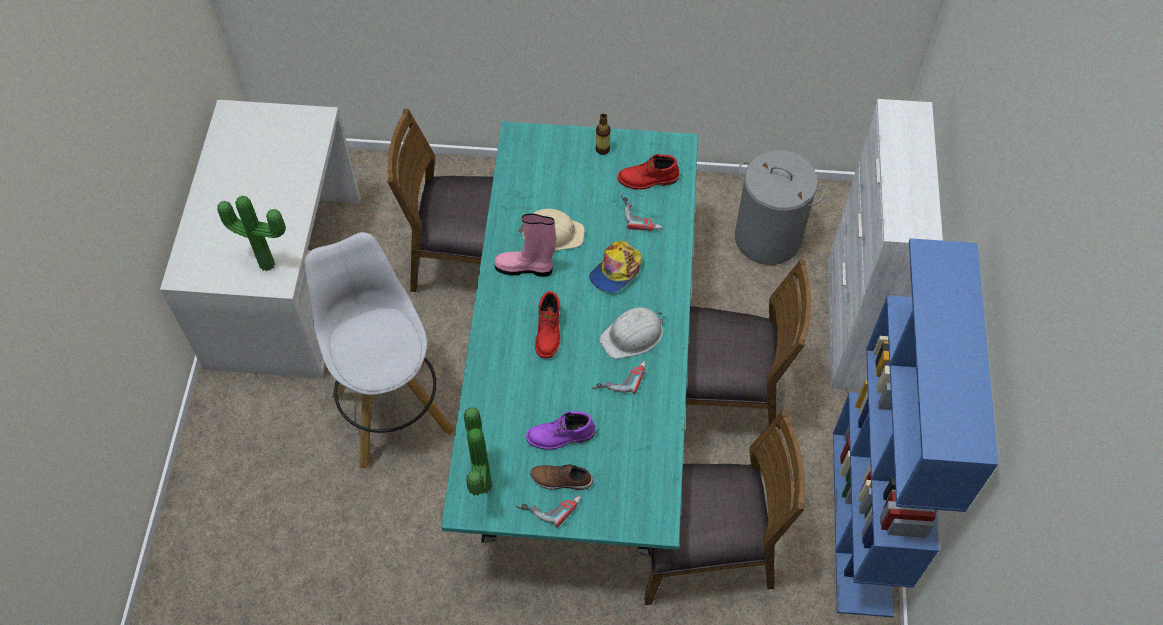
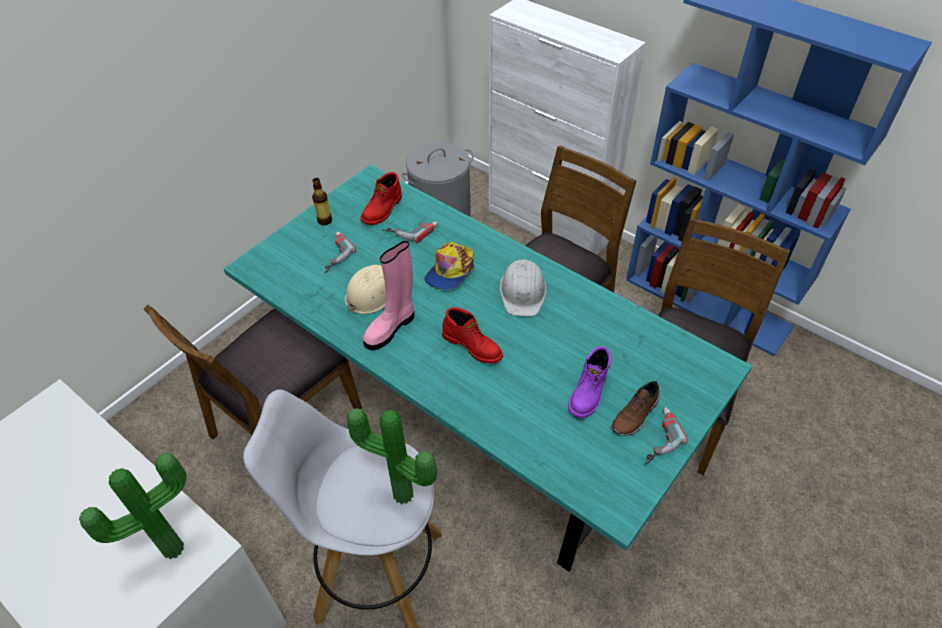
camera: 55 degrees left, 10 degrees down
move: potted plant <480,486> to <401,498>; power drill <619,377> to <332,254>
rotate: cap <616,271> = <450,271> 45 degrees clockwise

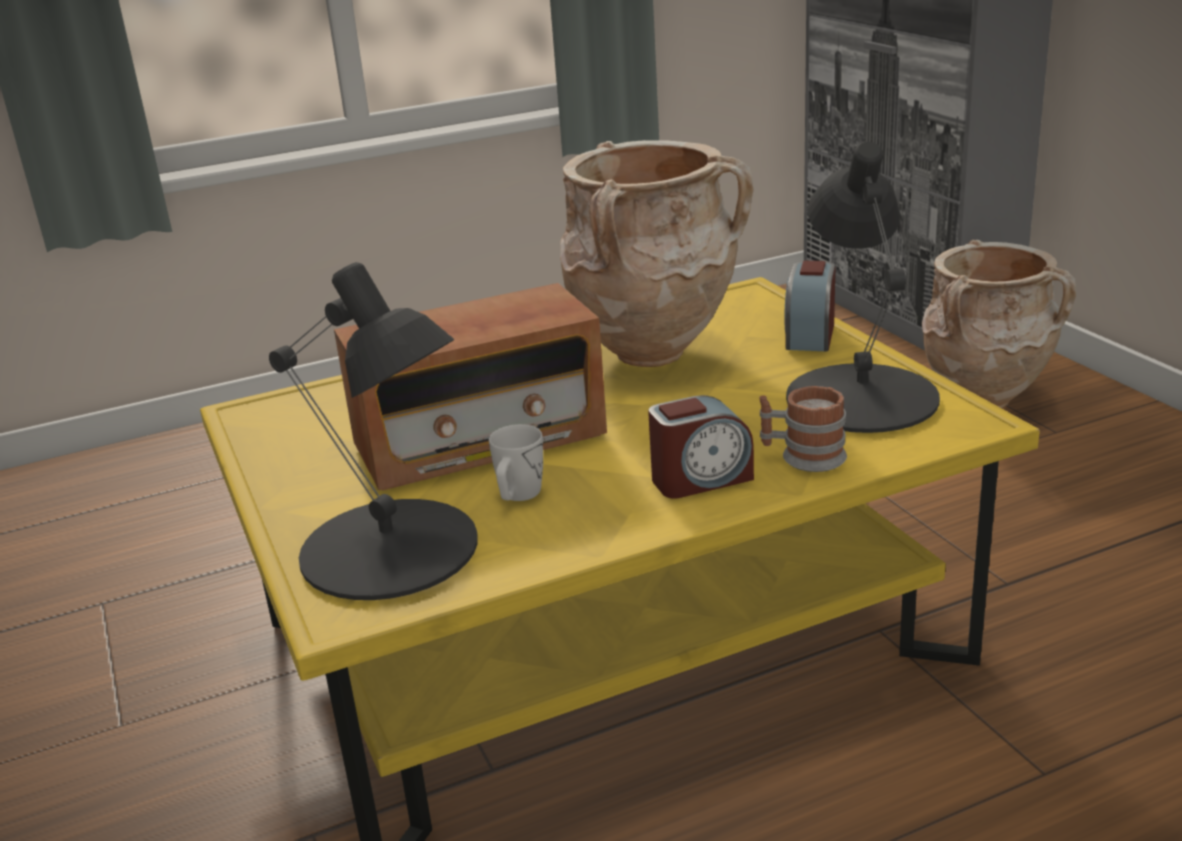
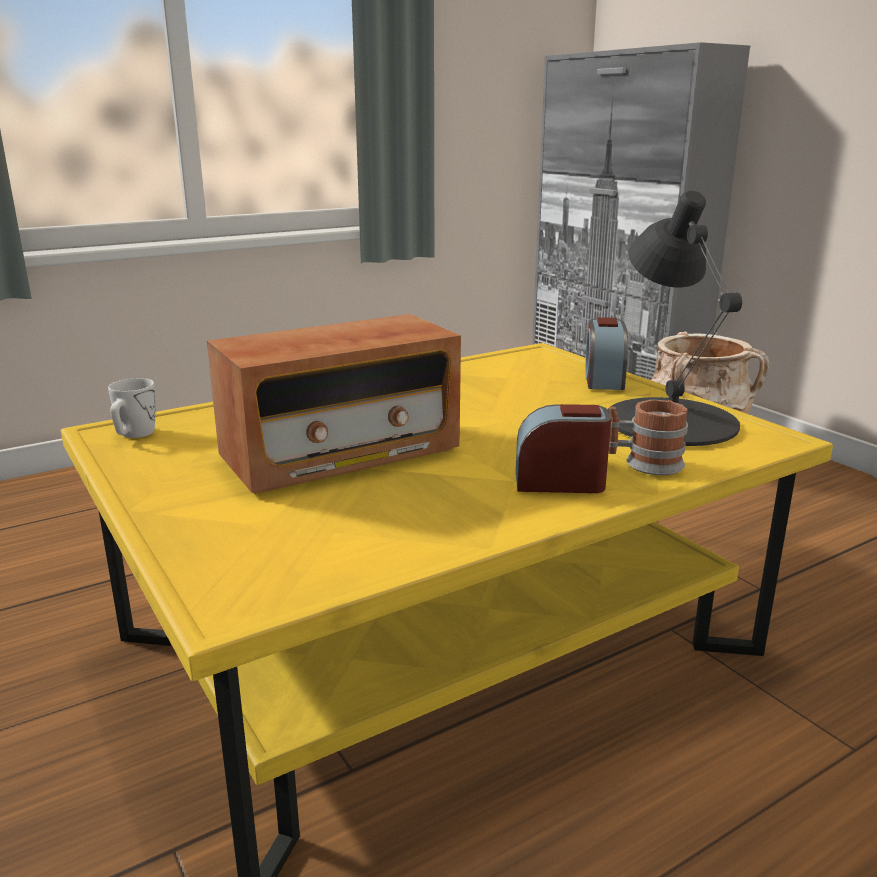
camera: 10 degrees left, 5 degrees down
delete: black table lamp <390,550>; beige vase <655,356>
move: white mug <518,496> to <134,435>
rotate: alarm clock <701,479> = <559,482> 150 degrees counterclockwise

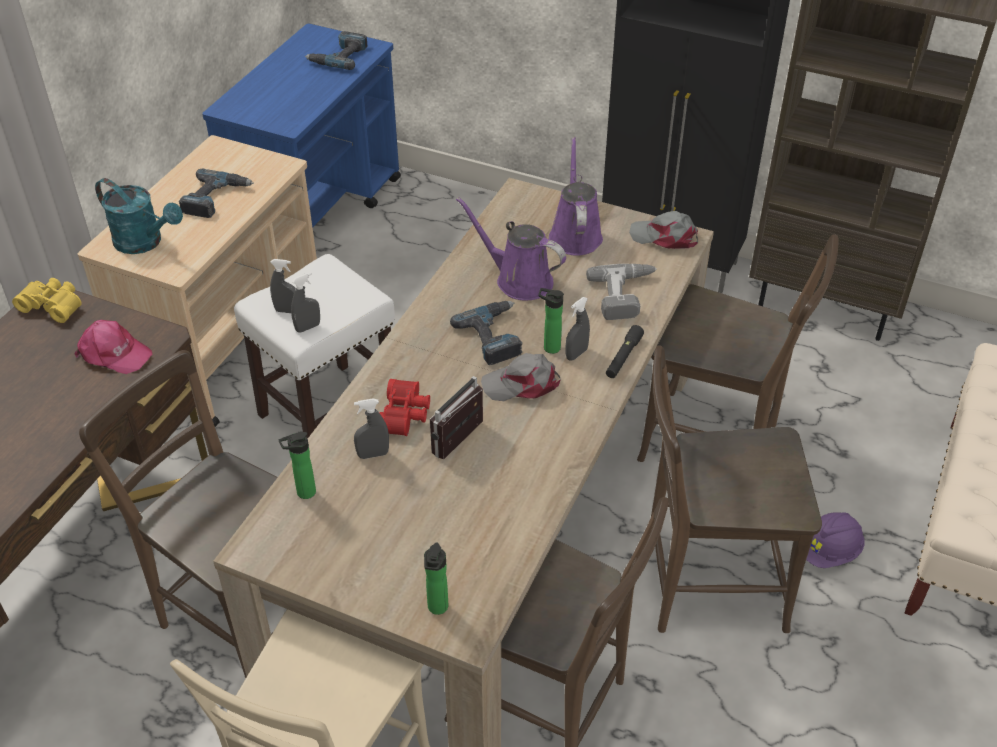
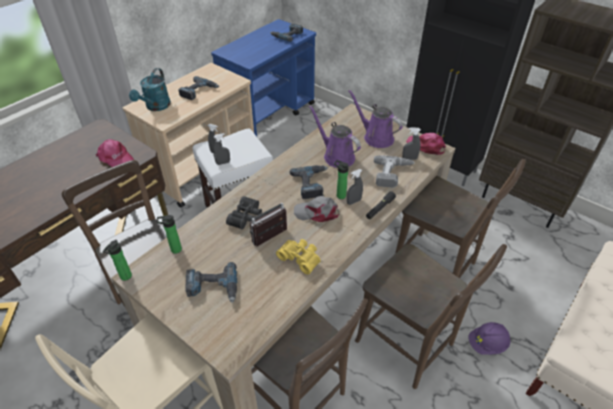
camera: 15 degrees right, 0 degrees up
insert: power drill <212,288>
move: yellow binoculars <53,305> to <300,258>; grey spray bottle <373,454> to <409,158>; bottle <437,609> to <124,277>
recolor: red binoculars <406,415> to black binoculars <247,217>; grey cap <664,237> to pink cap <426,146>
rotate: turquoise watering can <145,242> = <156,107> 60 degrees clockwise; purple watering can <575,234> = <375,137> 60 degrees counterclockwise; brown chair <705,583> = <408,346> 150 degrees counterclockwise

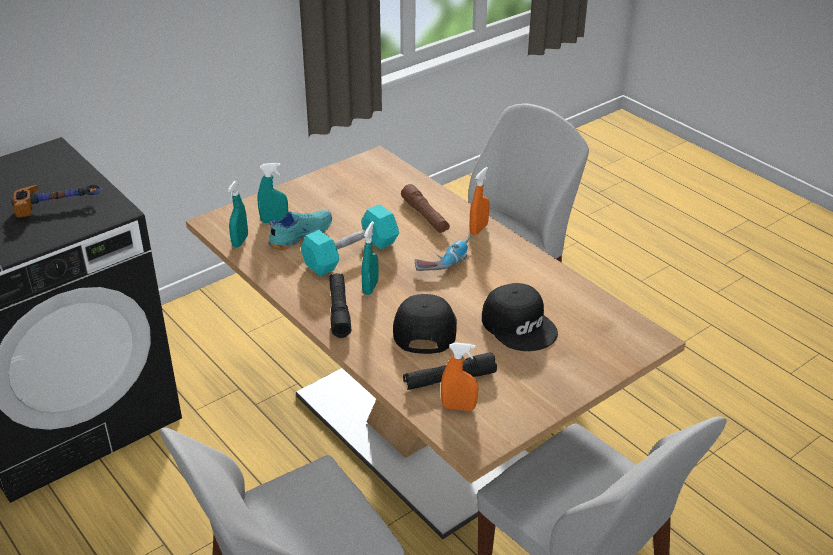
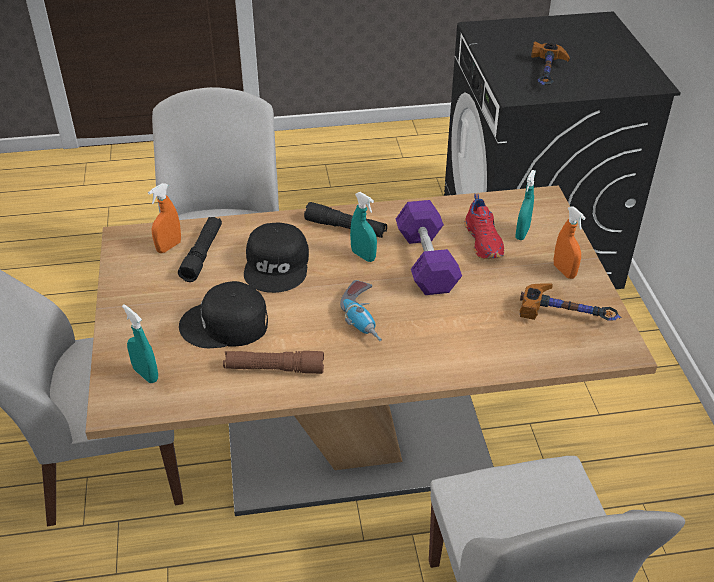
camera: 120 degrees right, 5 degrees up
insert: hammer <568,314>
move: turquoise spray bottle <240,241> to <146,374>; brown flashlight <425,216> to <274,368>; orange spray bottle <478,229> to <564,271>
recolor: turquoise shoe <300,235> to red shoe <484,241>; turquoise dumbbell <351,254> to purple dumbbell <426,262>
rotate: black cap <423,328> = <278,265> 60 degrees clockwise

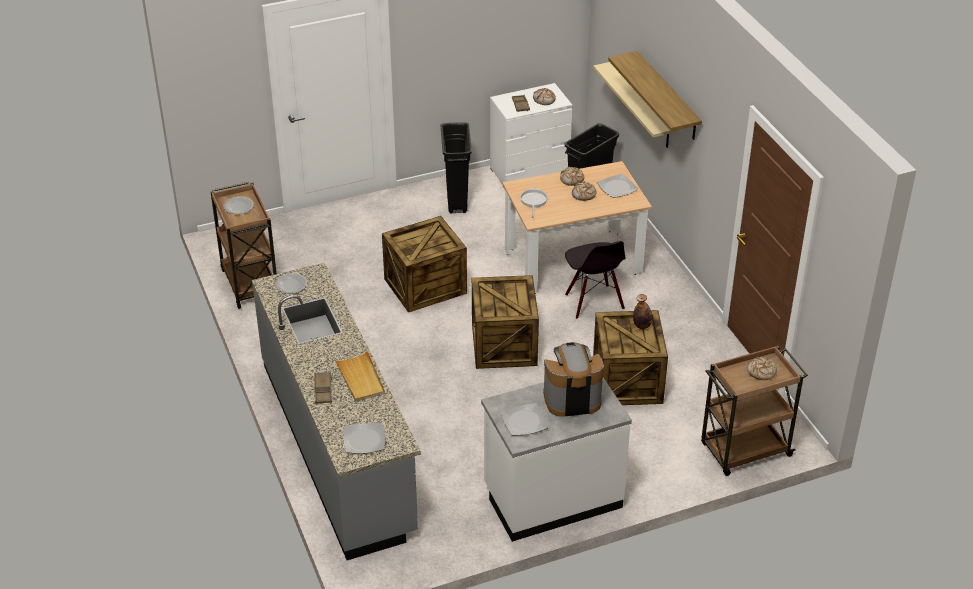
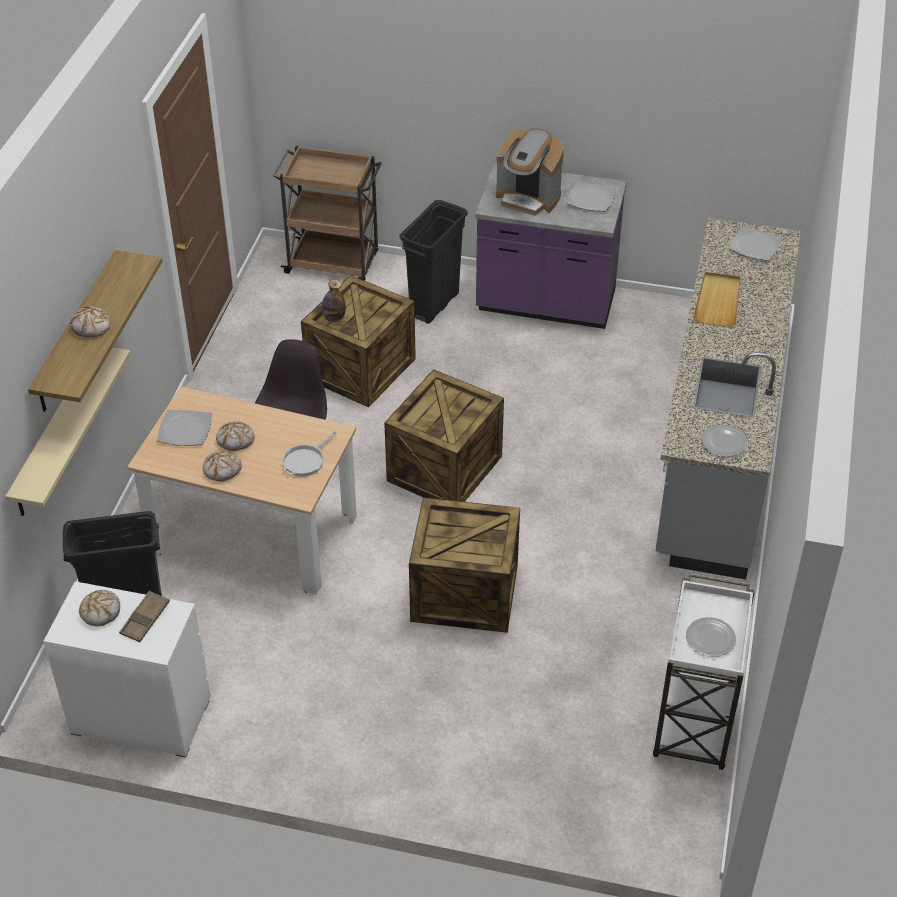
camera: 145 degrees left, 5 degrees up
delete: brown tray <323,390>
move: black trash can <456,200> to <434,305>; bread <761,372> to <91,327>
recolor: brown cart <249,283> to white cart <694,724>; white counter <552,497> to purple counter <545,304>

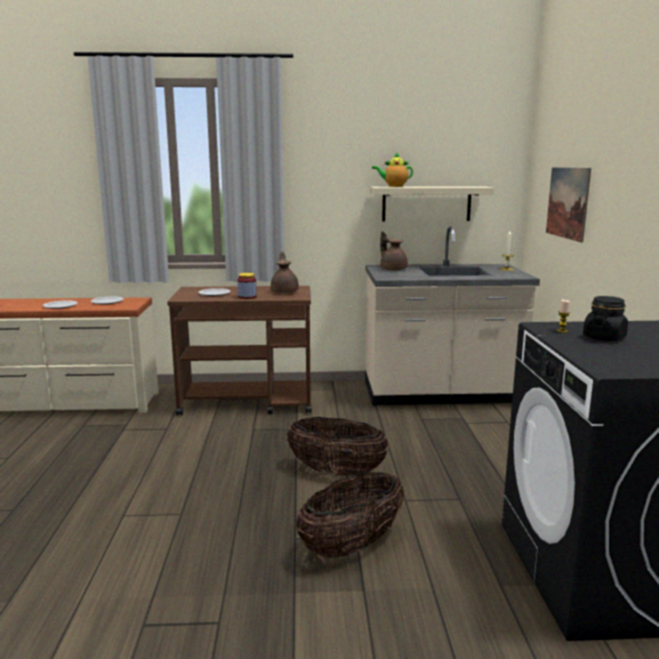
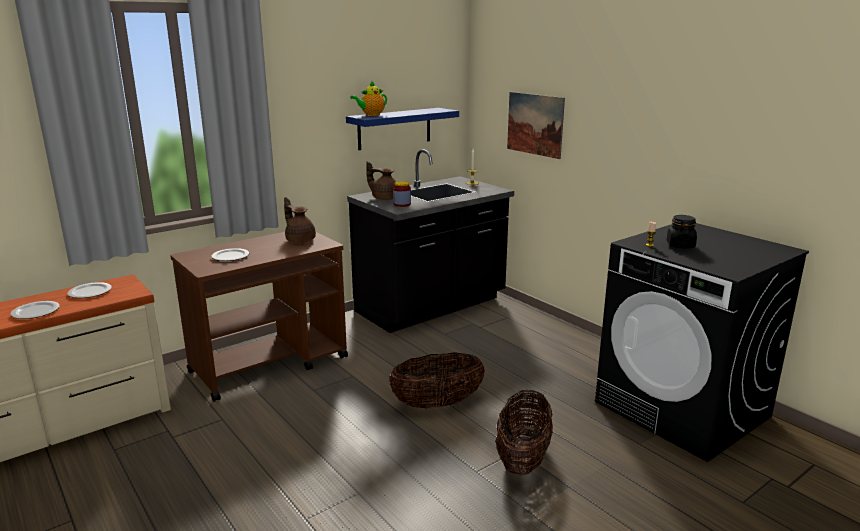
camera: 35 degrees left, 5 degrees up
move: jar <247,297> to <402,204>
recolor: beige counter <440,394> to black counter <431,306>; beige shelf <426,203> to blue shelf <394,128>

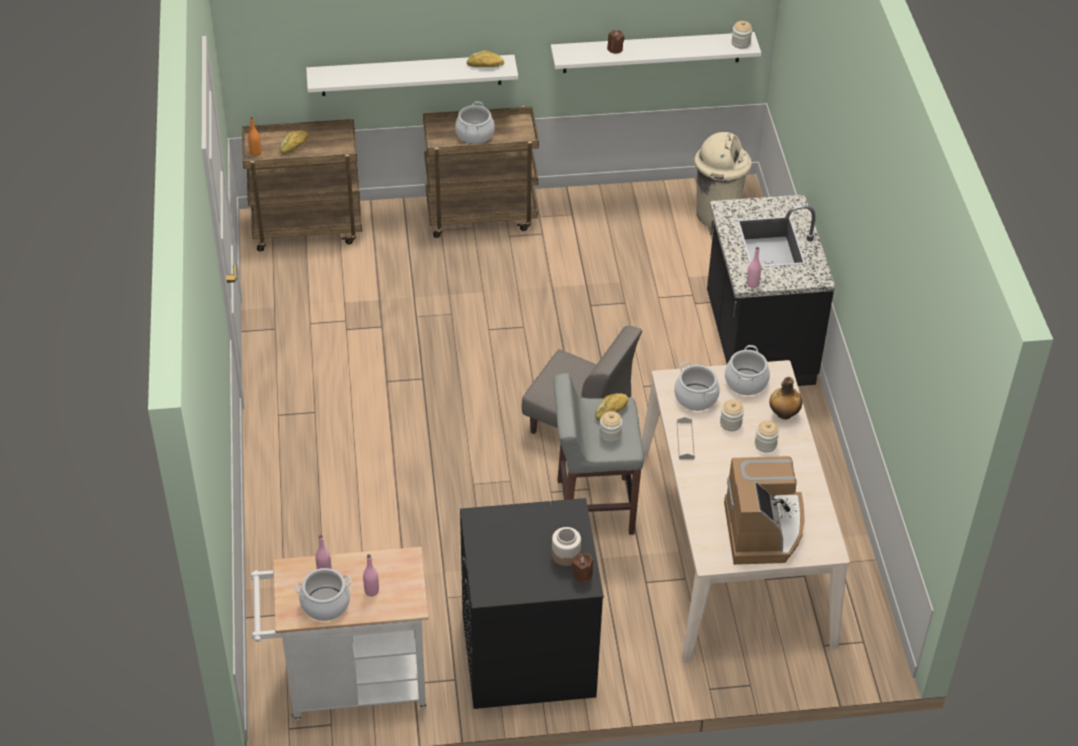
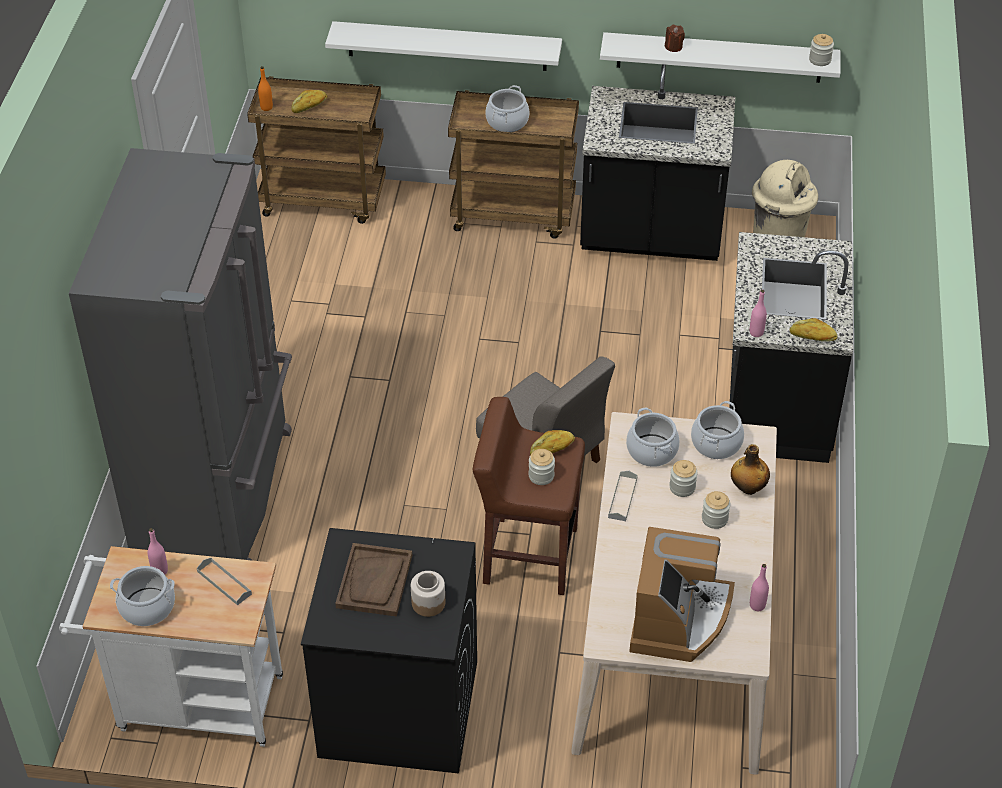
camera: 15 degrees right, 0 degrees up
delete: brown candle <582,575>
insert: grey fridge <219,493>; grey tray <224,583>; brown tray <374,581>; black counter <651,236>
move: pink bottle <371,591> to <757,605>; bread <485,65> to <812,337>
recolor: grey stool <593,507> to brown stool <528,555>

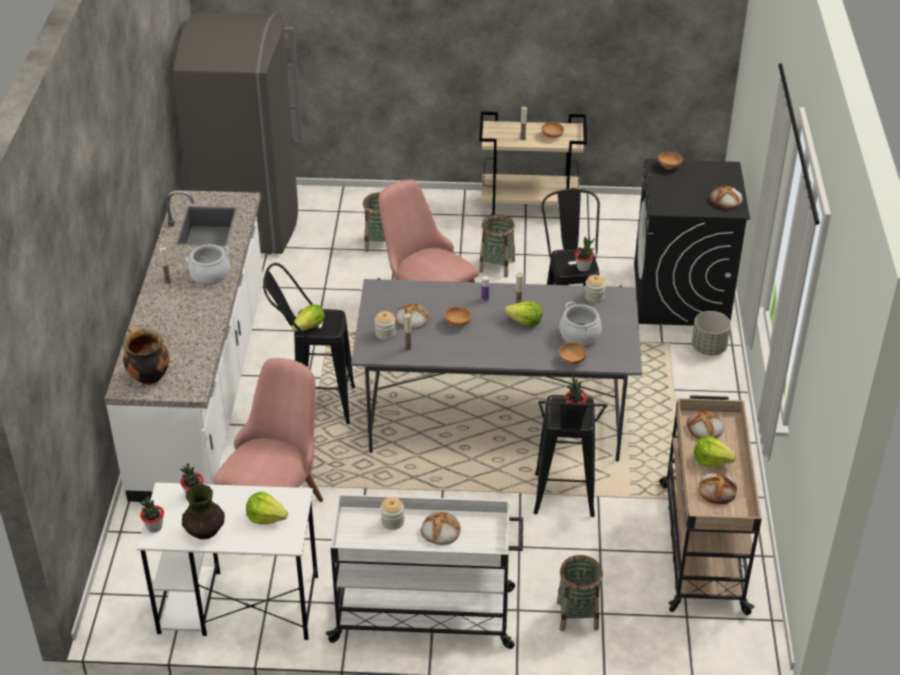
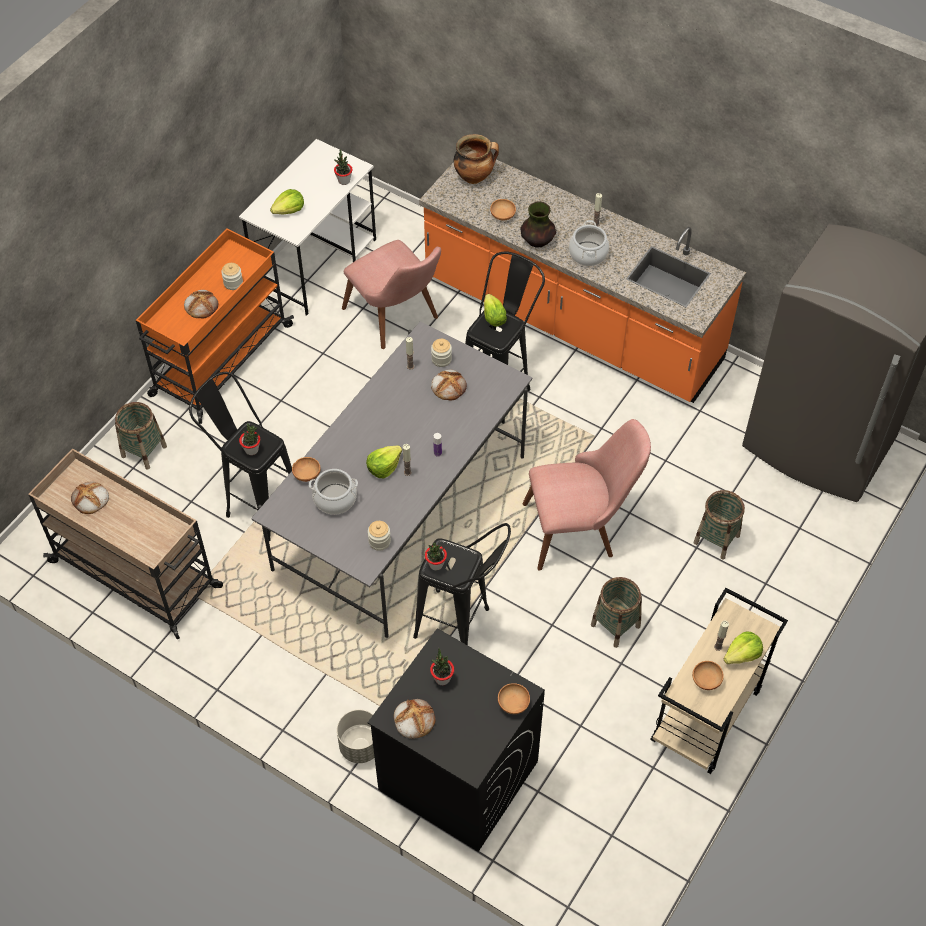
camera: 120 degrees right, 15 degrees up
delete: bread <704,428>
move: potted plant <154,527> to <442,678>; vase <204,531> to <537,240>; brown bowl <458,323> to <502,216>; lettuce <711,460> to <742,655>
recolor: white counter <203,388> to orange counter <571,321>; white cart <425,615> to orange cart <220,361>

